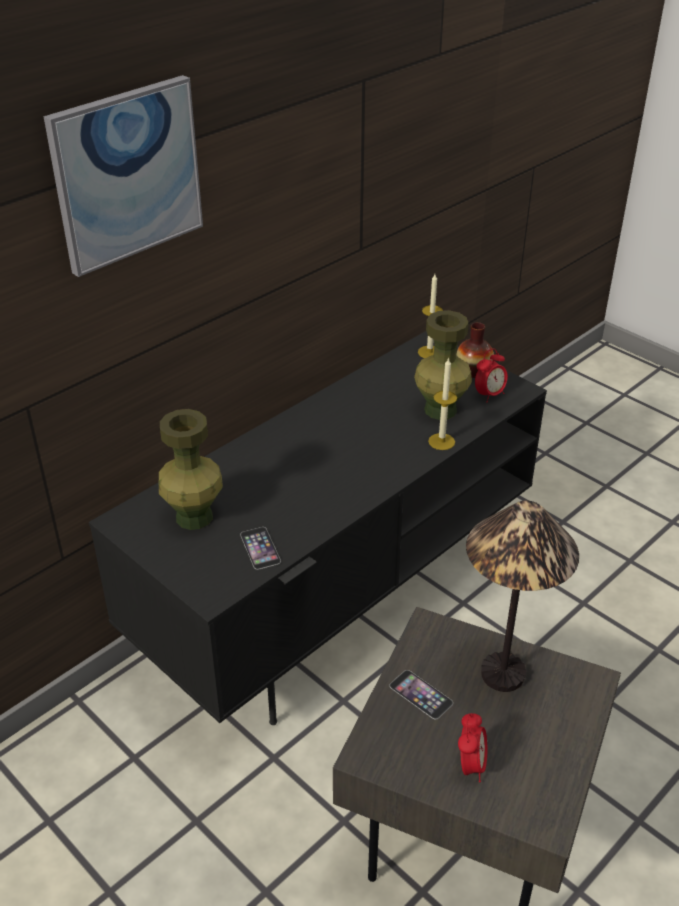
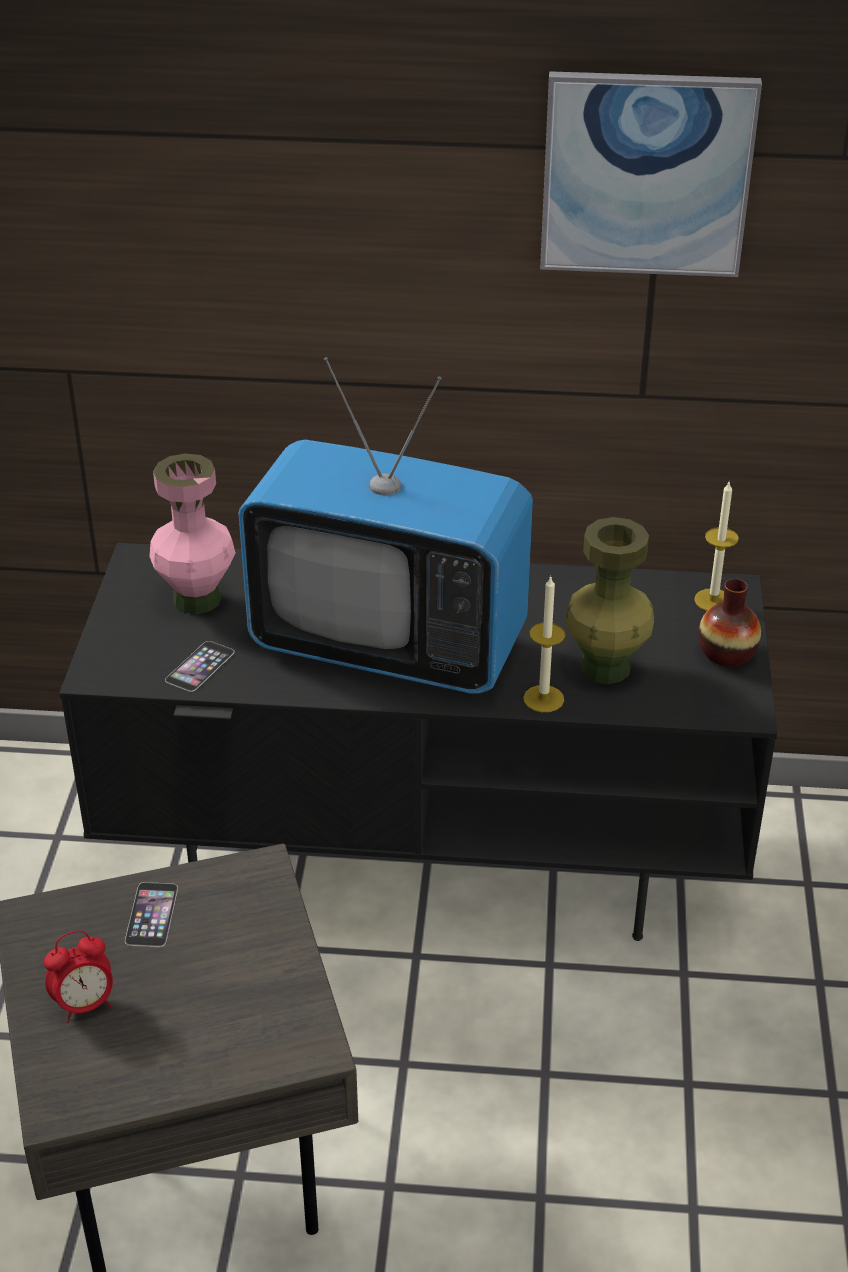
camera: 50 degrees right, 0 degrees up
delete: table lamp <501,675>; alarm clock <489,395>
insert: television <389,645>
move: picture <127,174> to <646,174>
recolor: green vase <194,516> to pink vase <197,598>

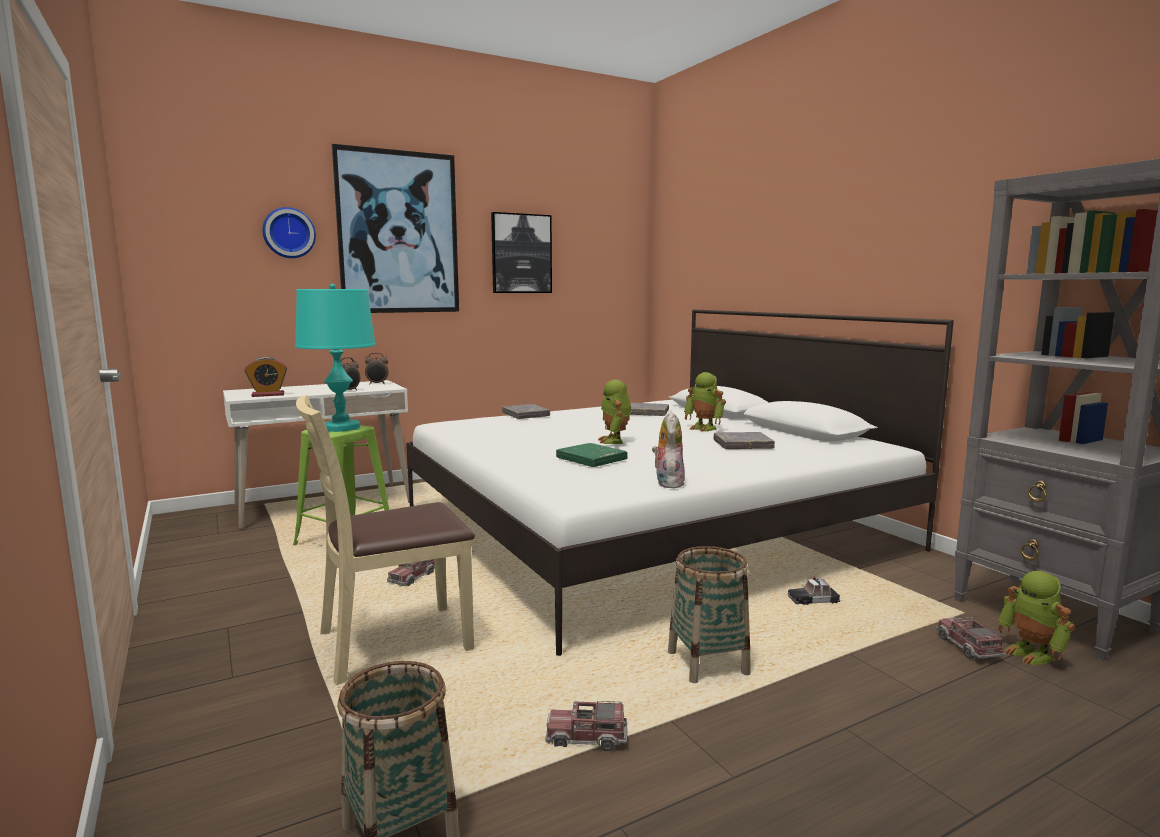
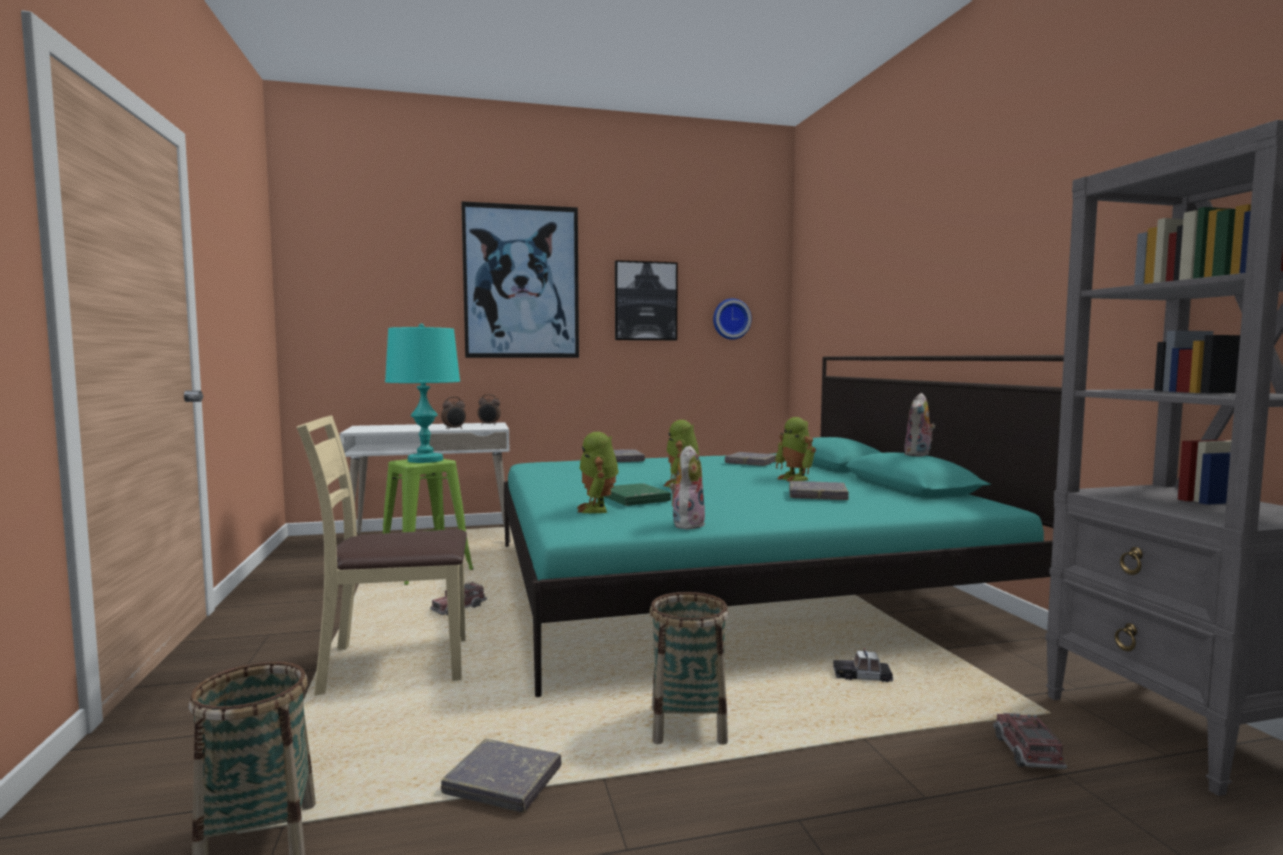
camera: 15 degrees right, 5 degrees down
delete: alarm clock <268,395>
insert: plush toy <918,455>
move: wall clock <289,233> to <731,319>; toy robot <1031,654> to <598,509>
replace: toy truck <586,738> to grey book <503,781>
recolor: white bed <648,527> to turquoise bed <727,584>

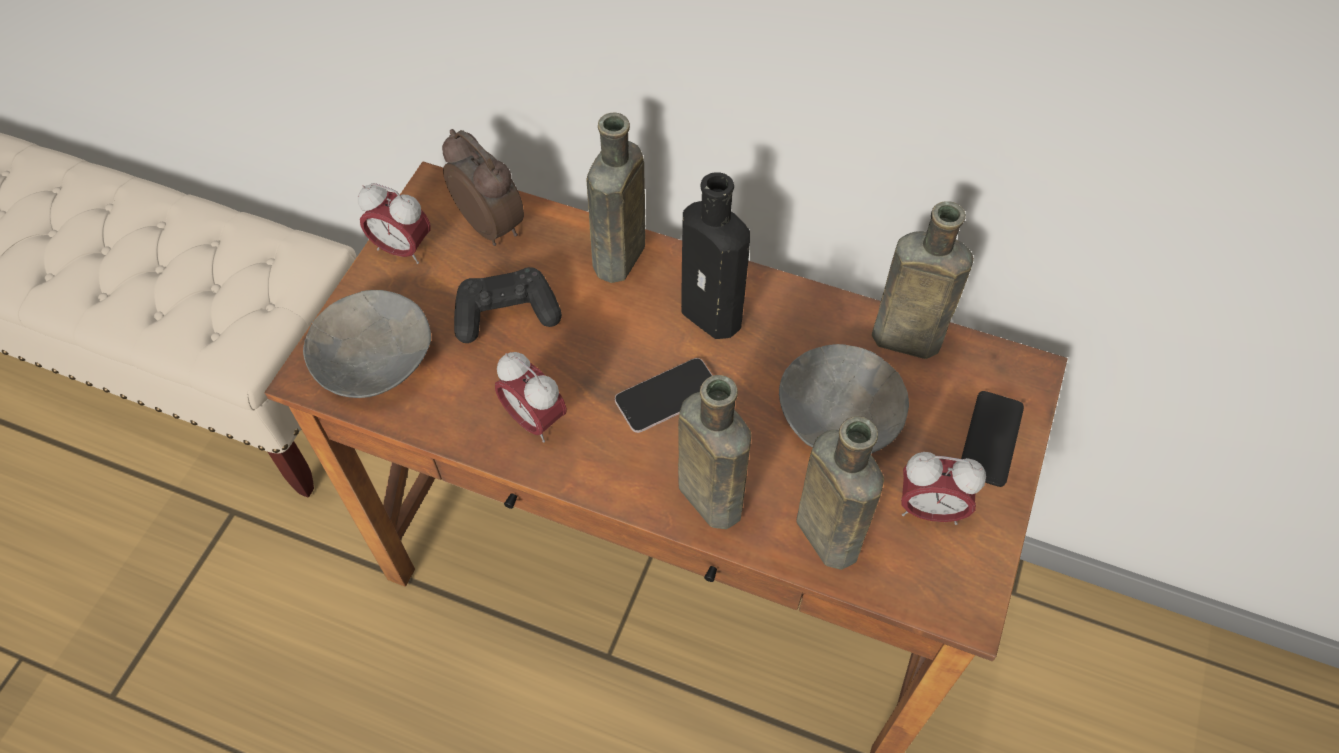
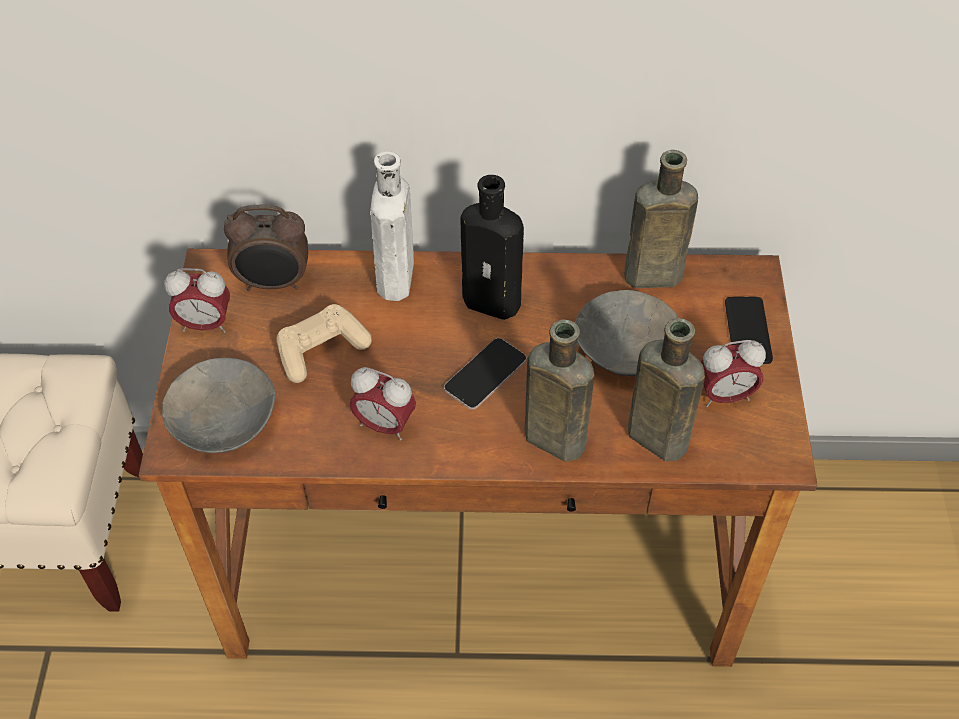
camera: 20 degrees left, 5 degrees down
recolor: black game controller <506,313> to beige game controller <321,350>; brown bottle <617,261> to white bottle <395,282>
rotate: alarm clock <491,225> = <274,283> 150 degrees clockwise

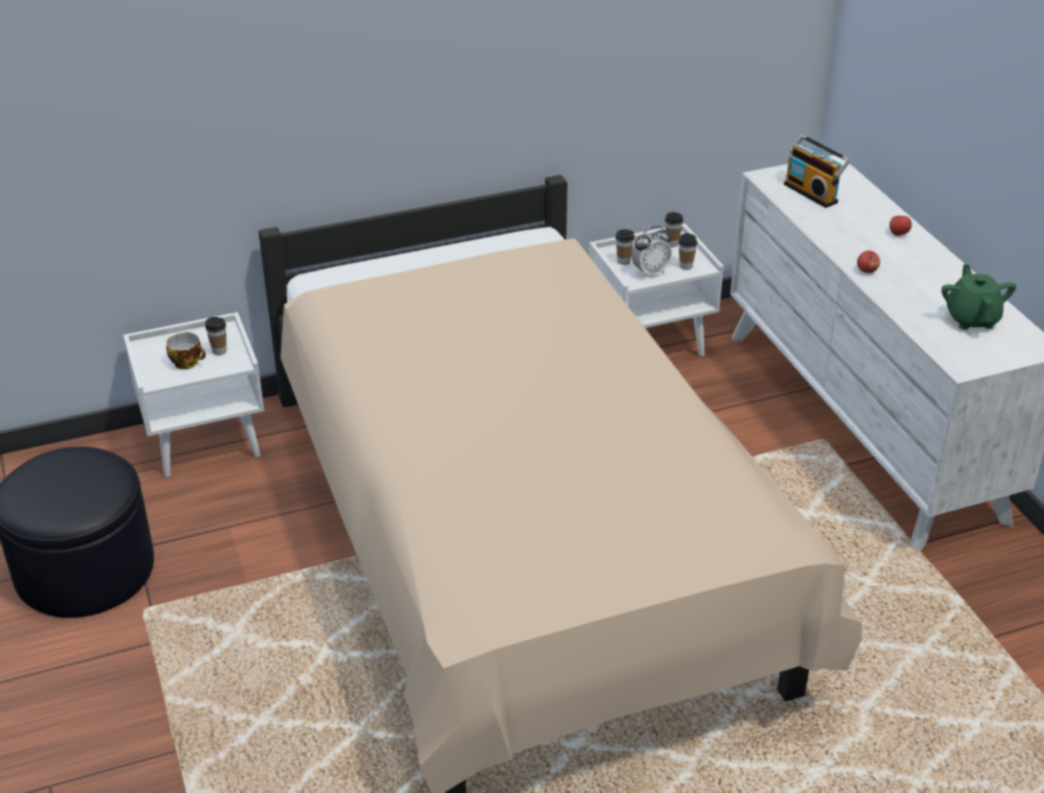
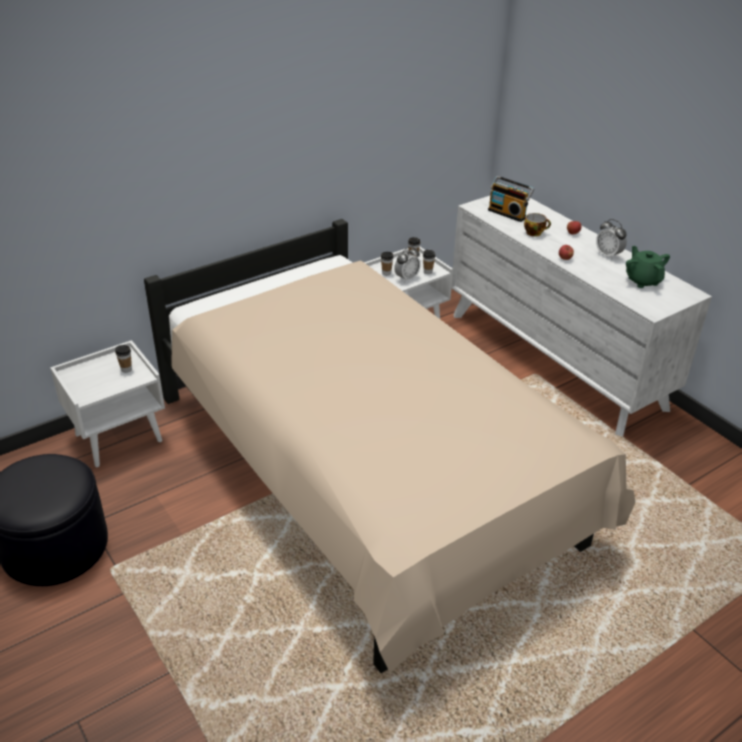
camera: 15 degrees left, 0 degrees up
insert: alarm clock <608,255>
move: cup <188,362> to <535,232>

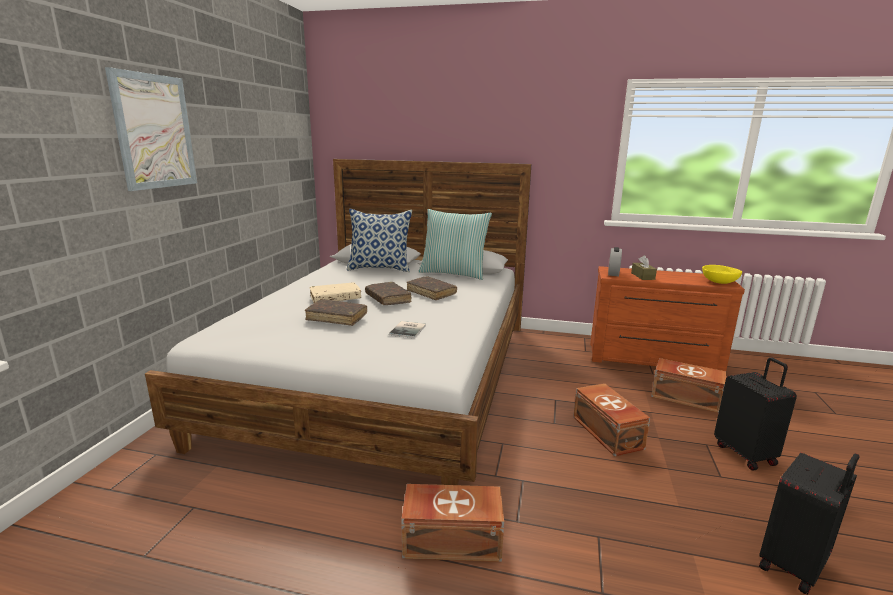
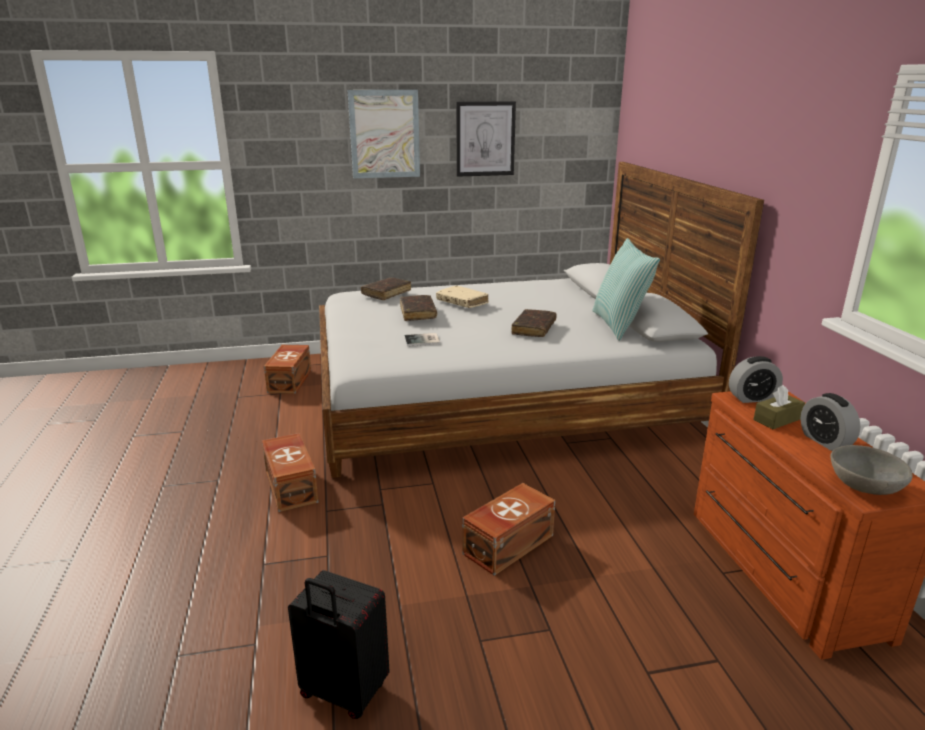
camera: 65 degrees right, 5 degrees up
delete: pillow <380,268>; black suitcase <745,454>
insert: picture <485,139>; alarm clock <825,441>
move: brown book <388,299> to <386,293>; brown storage box <684,397> to <291,380>
recolor: yellow bowl <720,282> to grey bowl <865,487>

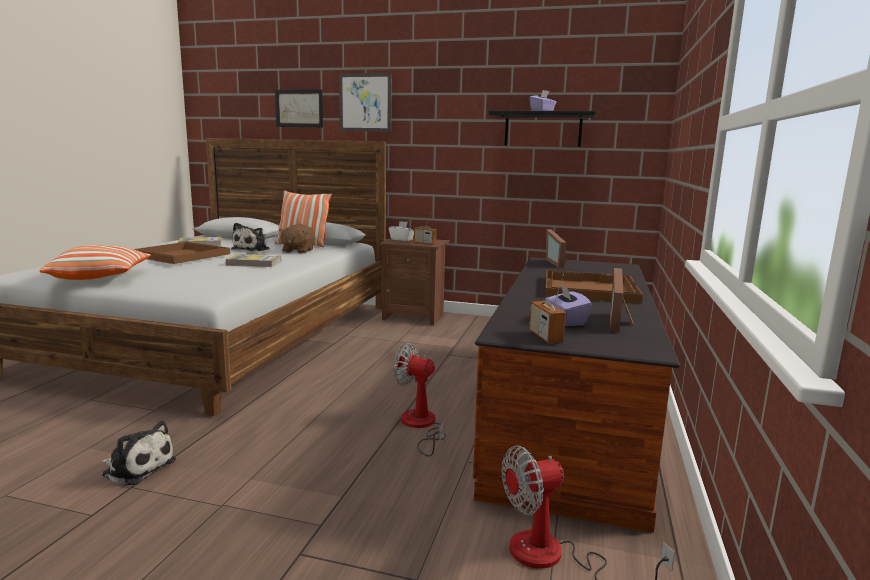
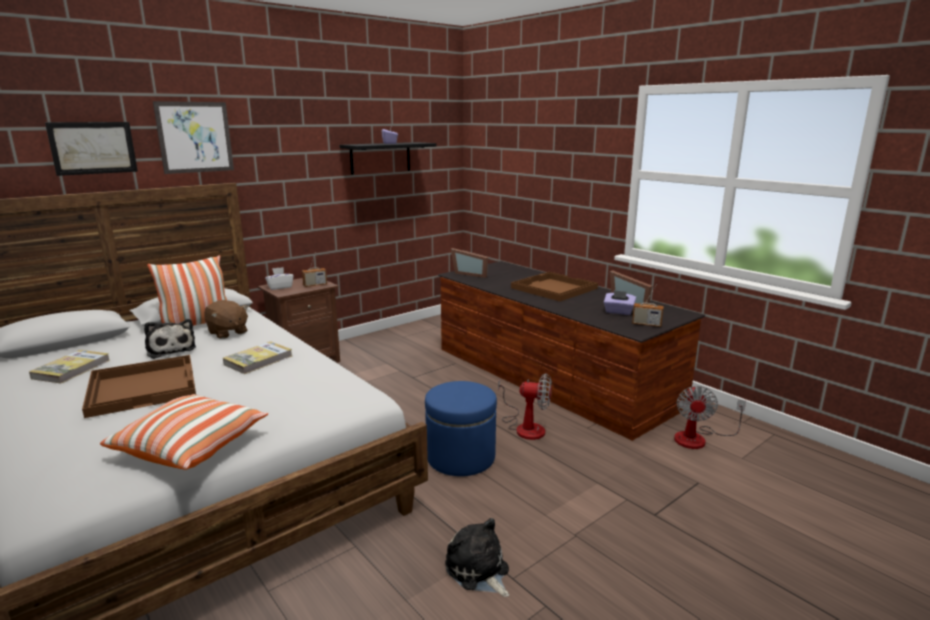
camera: 55 degrees left, 5 degrees up
insert: blue ottoman <460,457>
rotate: plush toy <137,467> = <478,571> 90 degrees counterclockwise; fan <421,426> = <525,426> 135 degrees counterclockwise

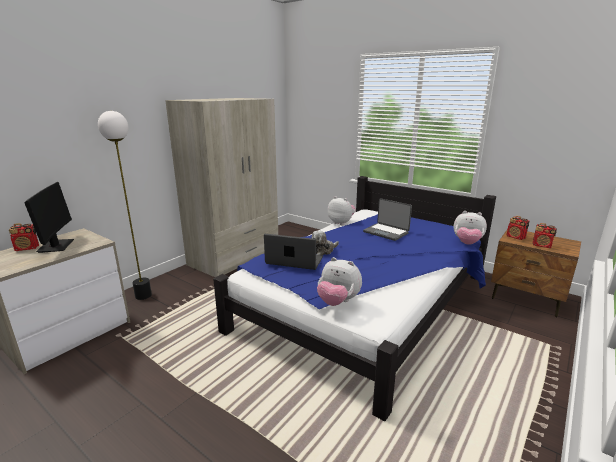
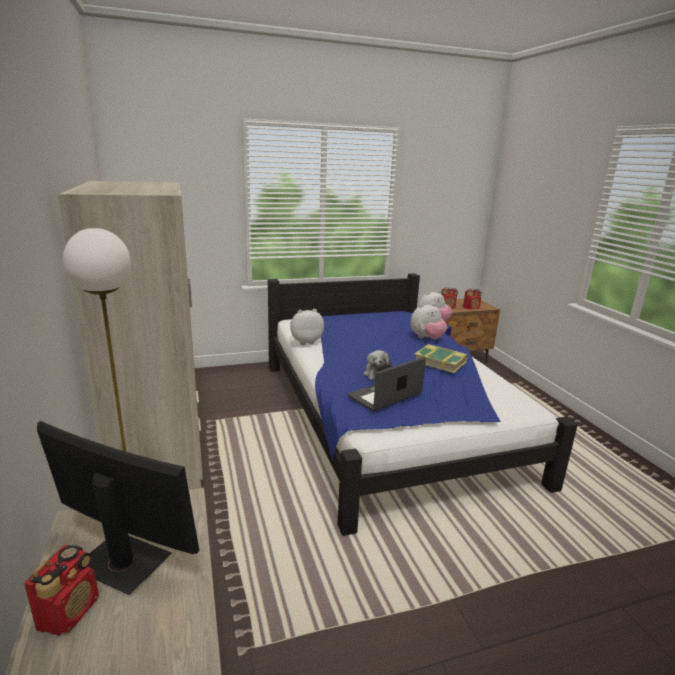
camera: 55 degrees left, 0 degrees up
delete: laptop <386,232>
insert: book <440,362>
move: plush toy <338,302> to <427,338>

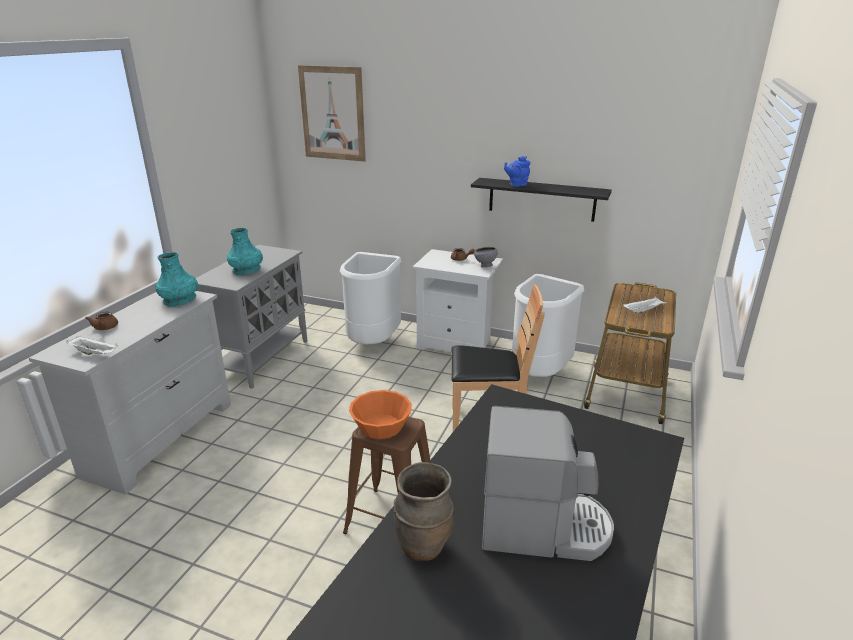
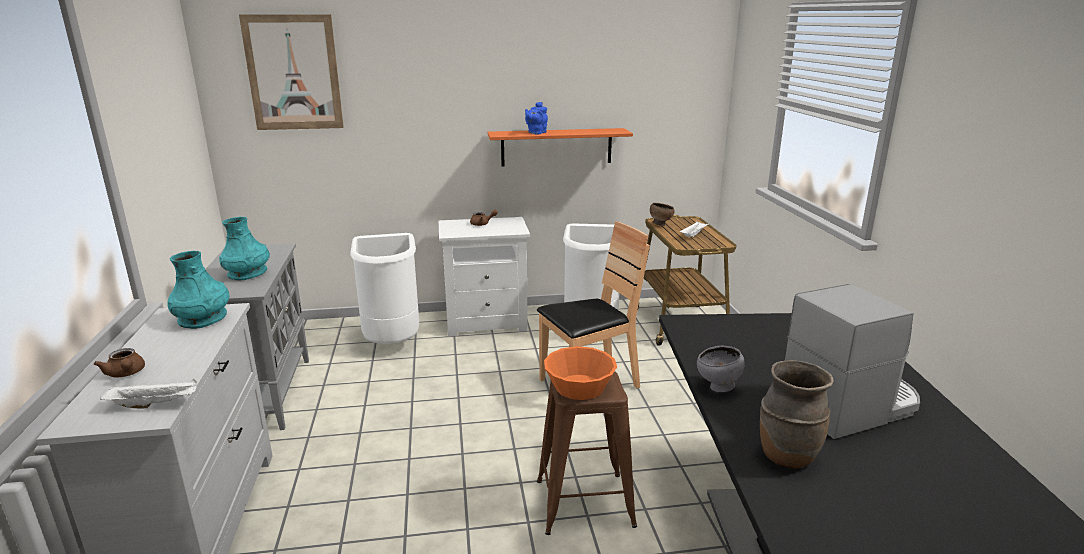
camera: 30 degrees left, 5 degrees down
insert: brown bowl <660,224>
move: grey bowl <485,266> to <718,388>
recolor: black shelf <541,199> to orange shelf <556,147>

